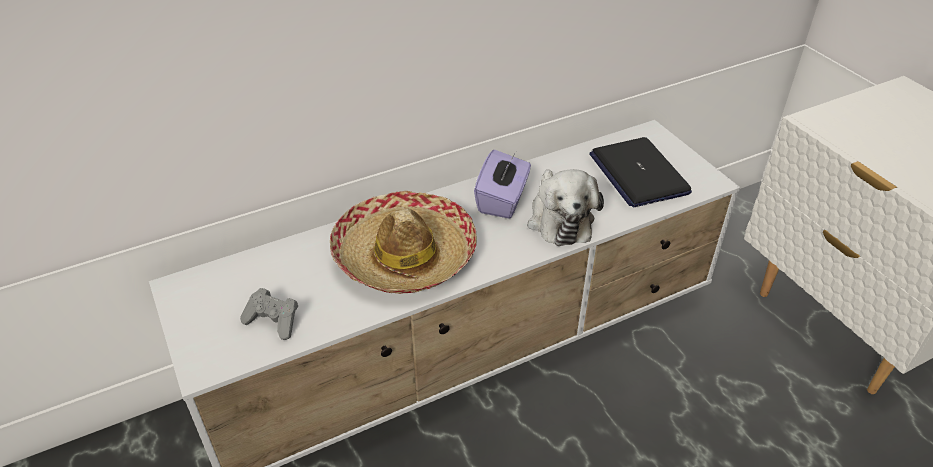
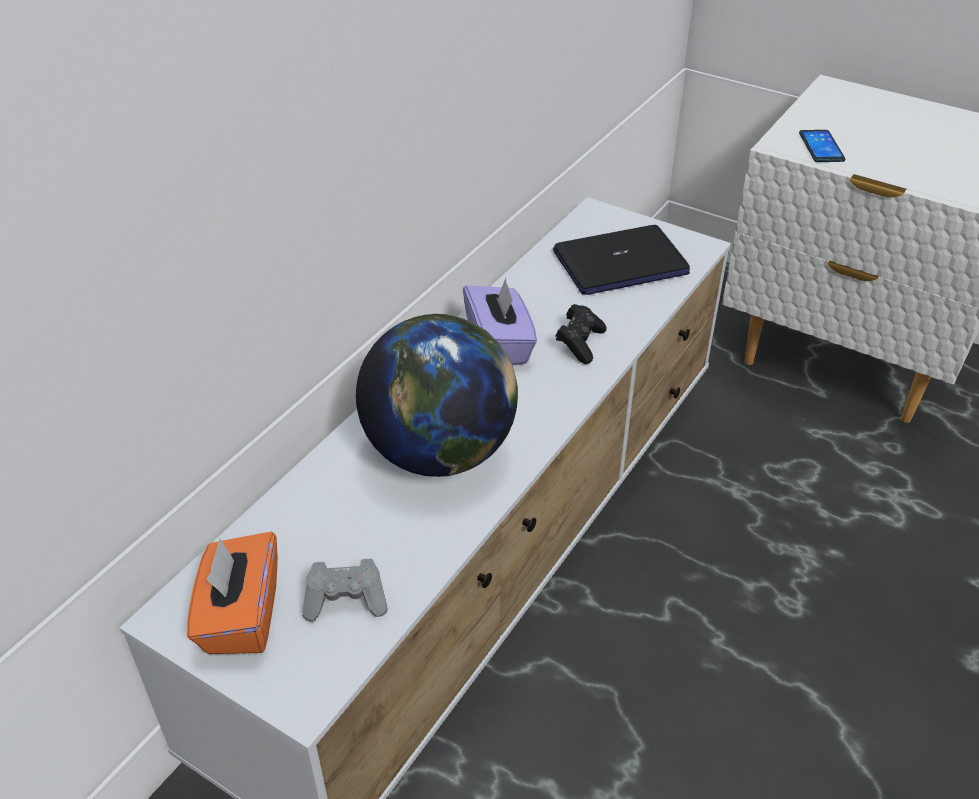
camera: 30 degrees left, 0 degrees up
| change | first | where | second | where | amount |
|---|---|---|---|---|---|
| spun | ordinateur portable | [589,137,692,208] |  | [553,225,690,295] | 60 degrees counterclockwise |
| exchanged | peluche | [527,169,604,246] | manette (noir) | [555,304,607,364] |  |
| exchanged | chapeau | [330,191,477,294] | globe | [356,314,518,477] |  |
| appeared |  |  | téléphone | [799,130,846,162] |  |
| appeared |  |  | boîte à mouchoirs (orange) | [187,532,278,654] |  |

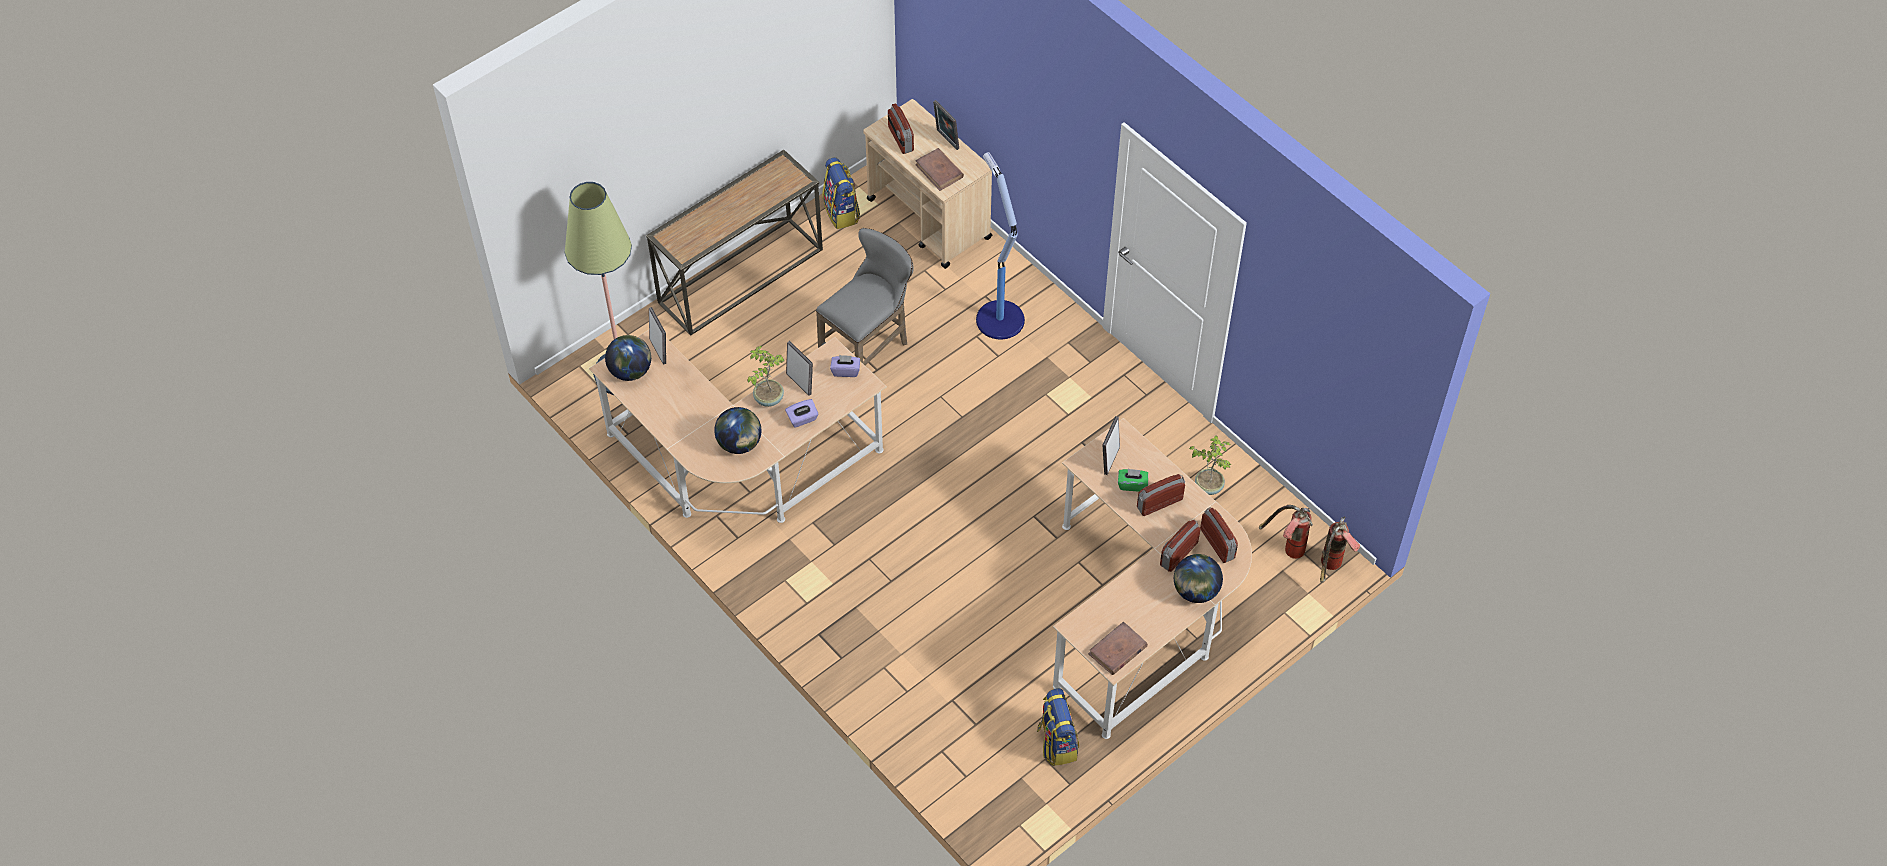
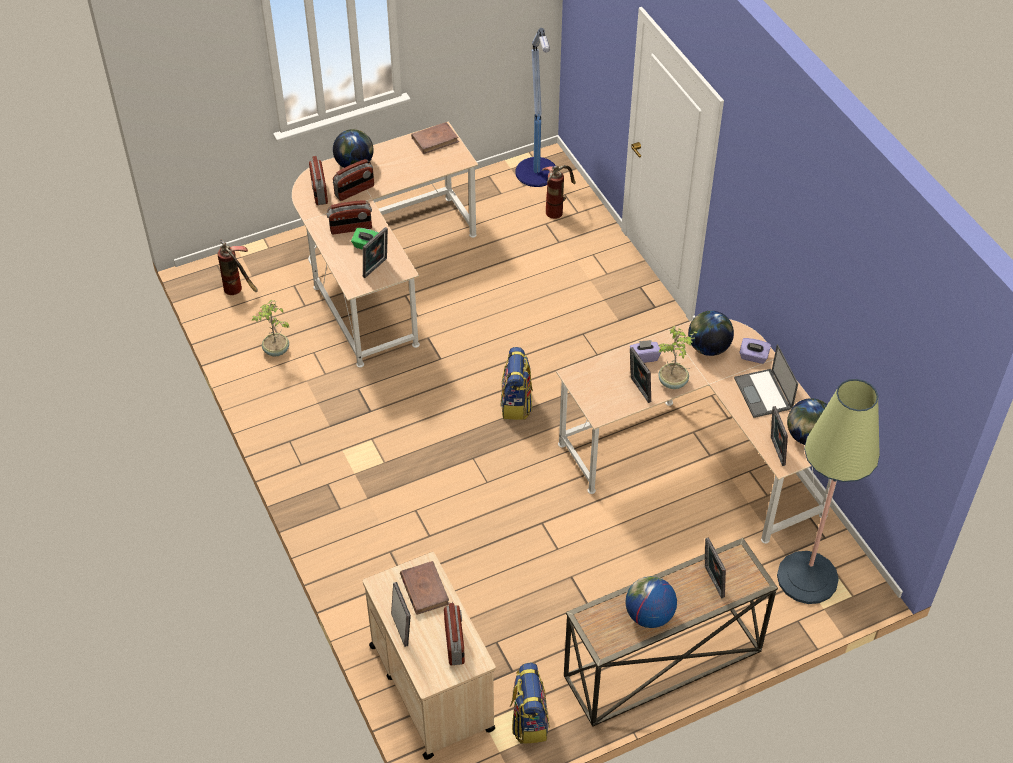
camera: 165 degrees left, 5 degrees down
| change | first | where | second | where | amount |
|---|---|---|---|---|---|
| relocated | lampadaire | [976,152,1025,339] |  | [515,28,556,187] |  |
| missing | tabouret (gris) | [816,228,914,366] |  |  |  |
| relocated | boîte à mouchoirs (violet) | [830,355,860,377] |  | [739,338,771,364] |  |
| relocated | extincteur | [1320,517,1360,583] |  | [542,165,576,219] |  |
| relocated | sac à dos | [1037,688,1079,766] |  | [501,347,533,420] |  |
| appeared |  |  | ordinateur portable | [734,344,798,418] |  |
| appeared |  |  | cadre photo | [705,537,726,598] |  |
| appeared |  |  | globe | [625,576,677,628] |  |

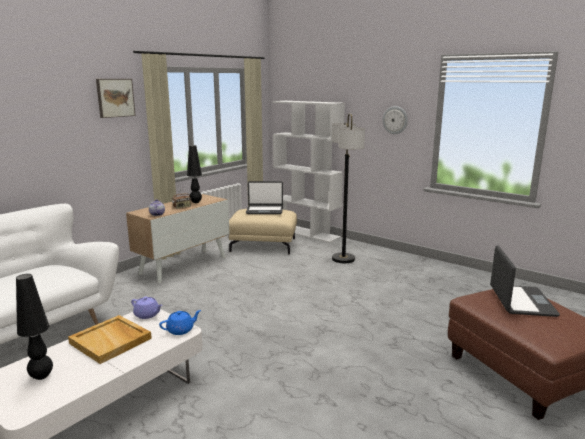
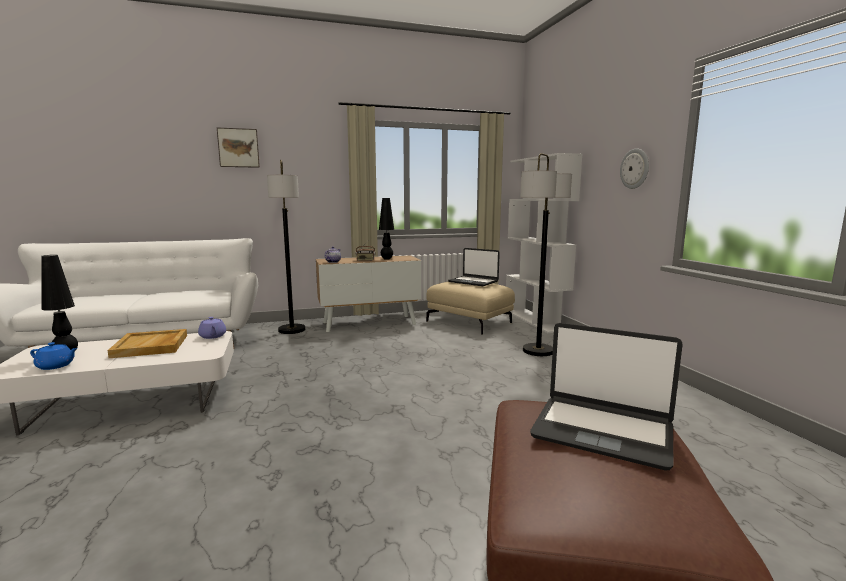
camera: 35 degrees right, 5 degrees down
| change | first | where | second | where | amount |
|---|---|---|---|---|---|
| relocated | tableau | [96,79,136,118] |  | [217,127,260,168] |  |
| spun | ordinateur portable | [490,245,560,317] |  | [530,323,683,470] | 75 degrees clockwise |
| relocated | théière (bleu) | [159,310,201,335] |  | [30,342,78,370] |  |
| appeared |  |  | lampadaire | [267,160,305,334] |  |

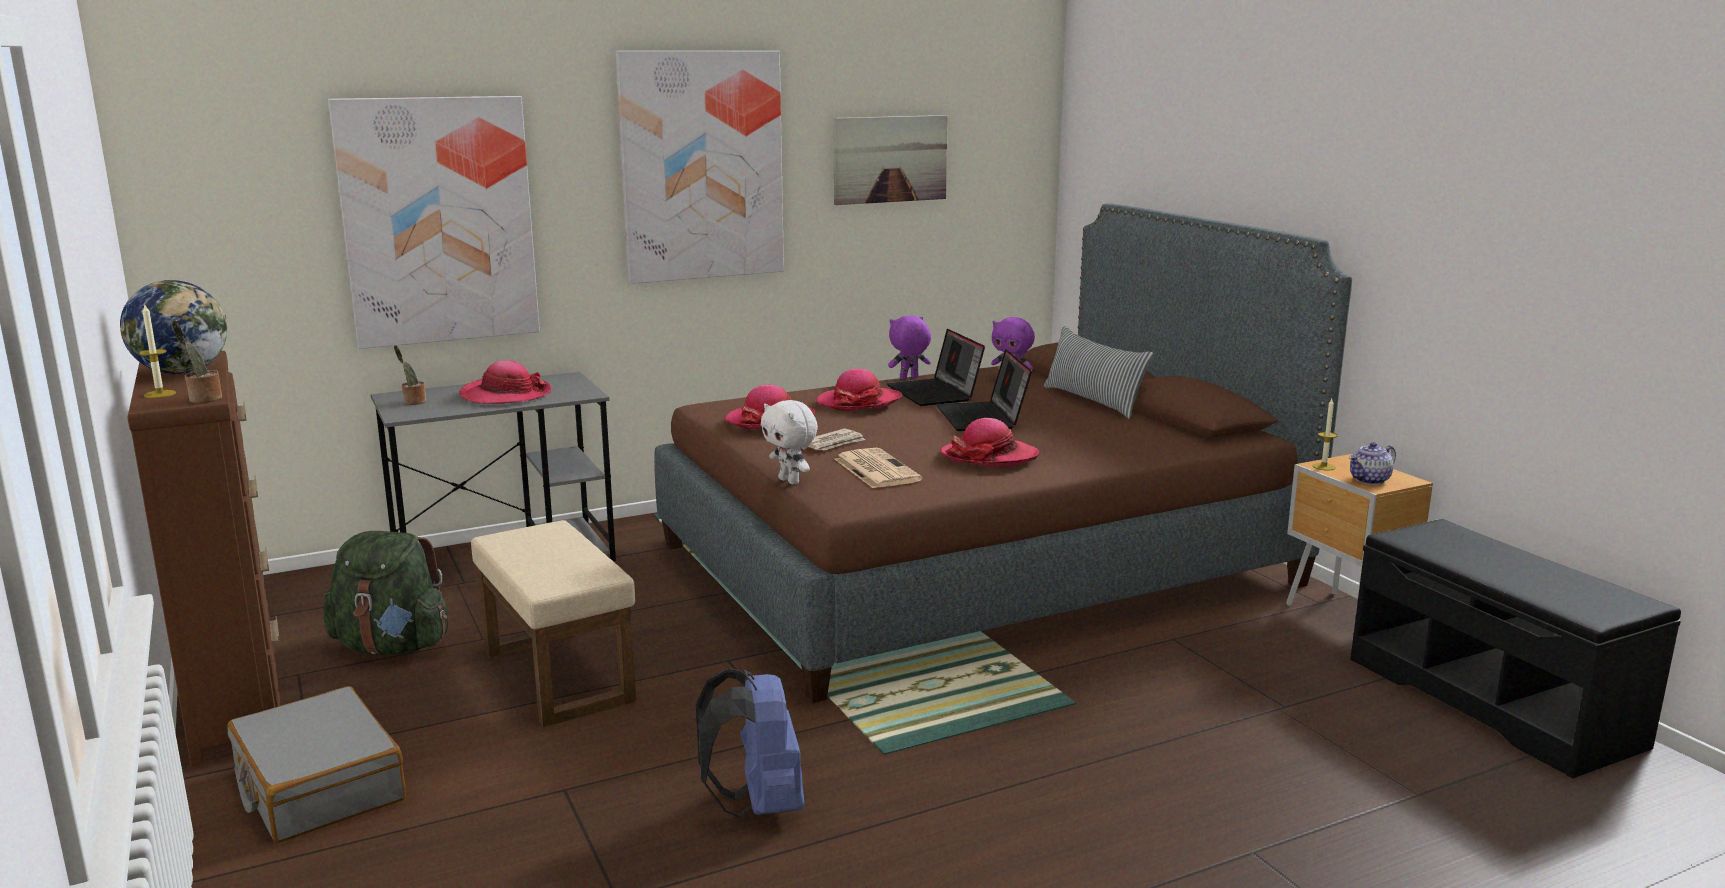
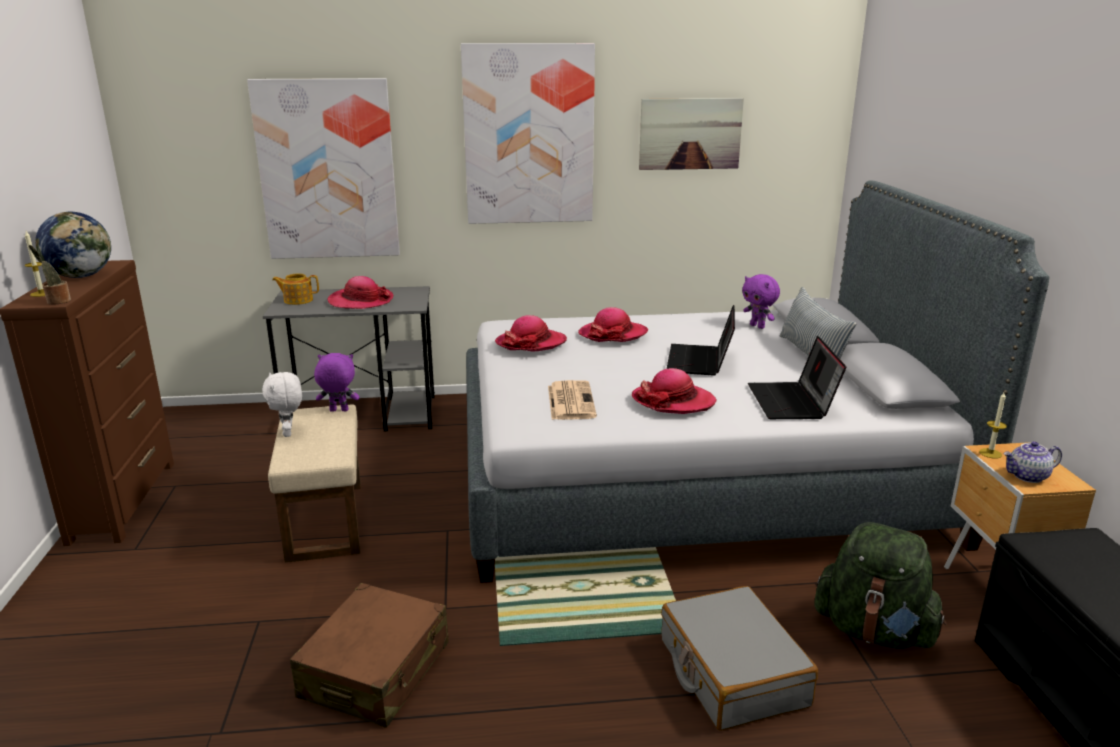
camera: 20 degrees right, 5 degrees up
| change | first | where | second | where | amount |
|---|---|---|---|---|---|
| colour | lit (marron) | [654,203,1352,703] | lit (gris) | [466,180,1049,583] |  |
| relocated | peluche (violet) | [888,315,931,379] |  | [314,353,359,412] |  |
| relocated | ordinateur portable | [887,329,985,406] |  | [748,336,846,419] |  |
| exchanged | plante en pot | [394,345,426,405] | théière | [272,274,319,305] |  |
| relocated | peluche (blanc) | [761,400,818,485] |  | [262,372,302,437] |  |
| missing | journal | [808,429,865,451] |  |  |  |
| relocated | sac à dos (vert) | [323,531,449,655] |  | [815,522,947,649] |  |
| exchanged | sac à dos (bleu) | [696,669,804,818] | valise (marron) | [290,583,449,728] |  |
| relocated | valise (gris) | [227,686,406,843] |  | [661,586,818,731] |  |

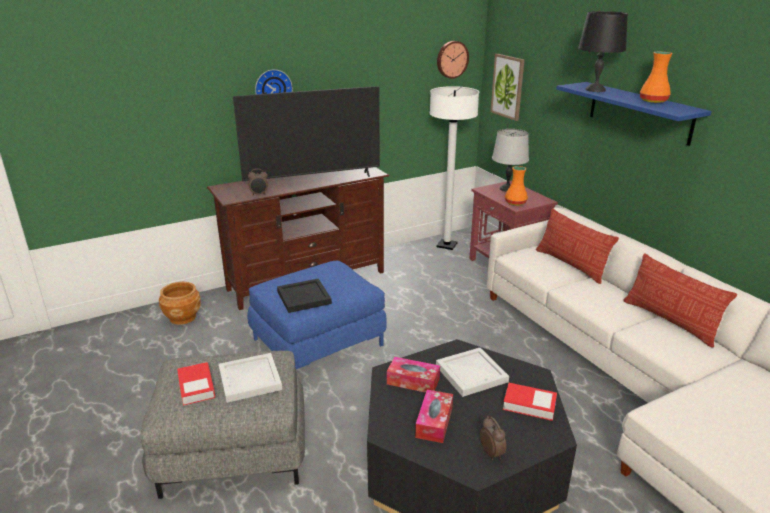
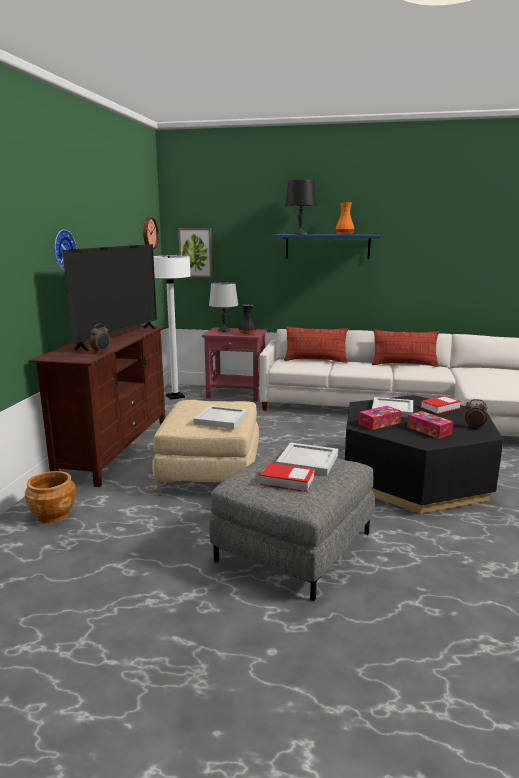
camera: 50 degrees left, 10 degrees down
| change | first | where | second | where | amount |
|---|---|---|---|---|---|
| colour | vase (orange) | [505,166,528,206] | vase (noir) | [239,305,257,335] |  |
| colour | pouf (bleu) | [247,261,387,369] | pouf (beige) | [152,400,259,495] |  |
| colour | plateau (noir) | [277,279,332,313] | plateau (blanc) | [193,405,248,429] |  |

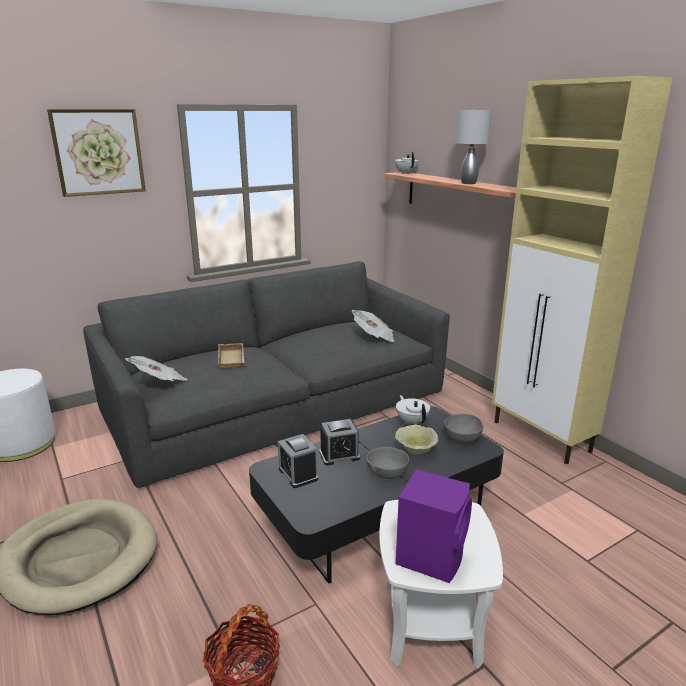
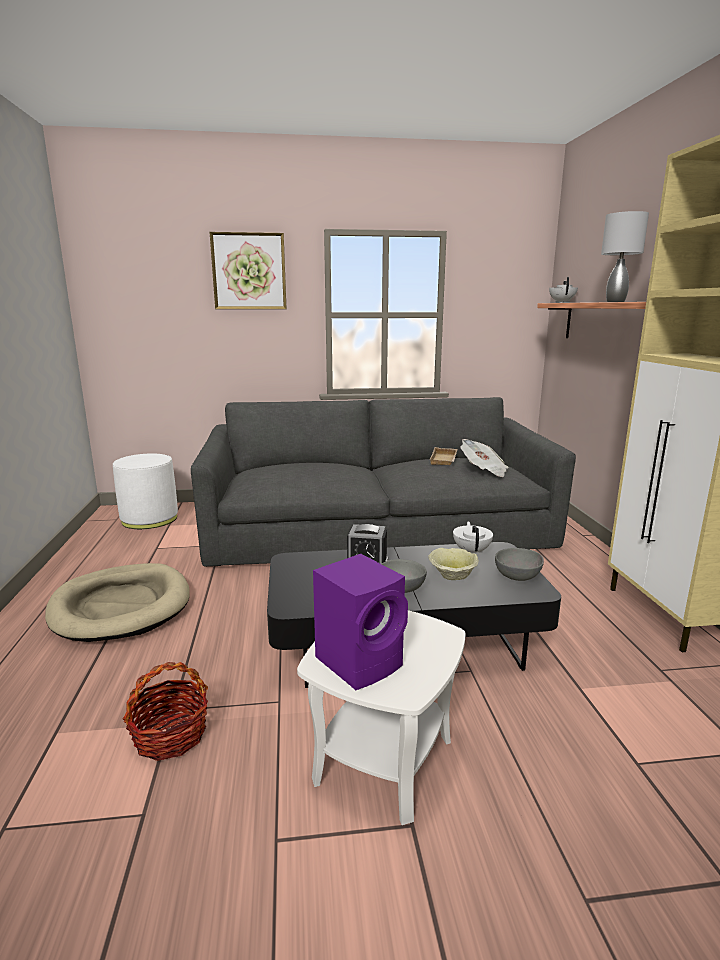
camera: 25 degrees right, 5 degrees down
| change | first | where | second | where | amount |
|---|---|---|---|---|---|
| relocated | plateau (beige) | [218,343,244,369] |  | [430,447,457,465] |  |
| missing | journal | [125,356,188,381] |  |  |  |
| missing | réveil | [278,434,318,488] |  |  |  |

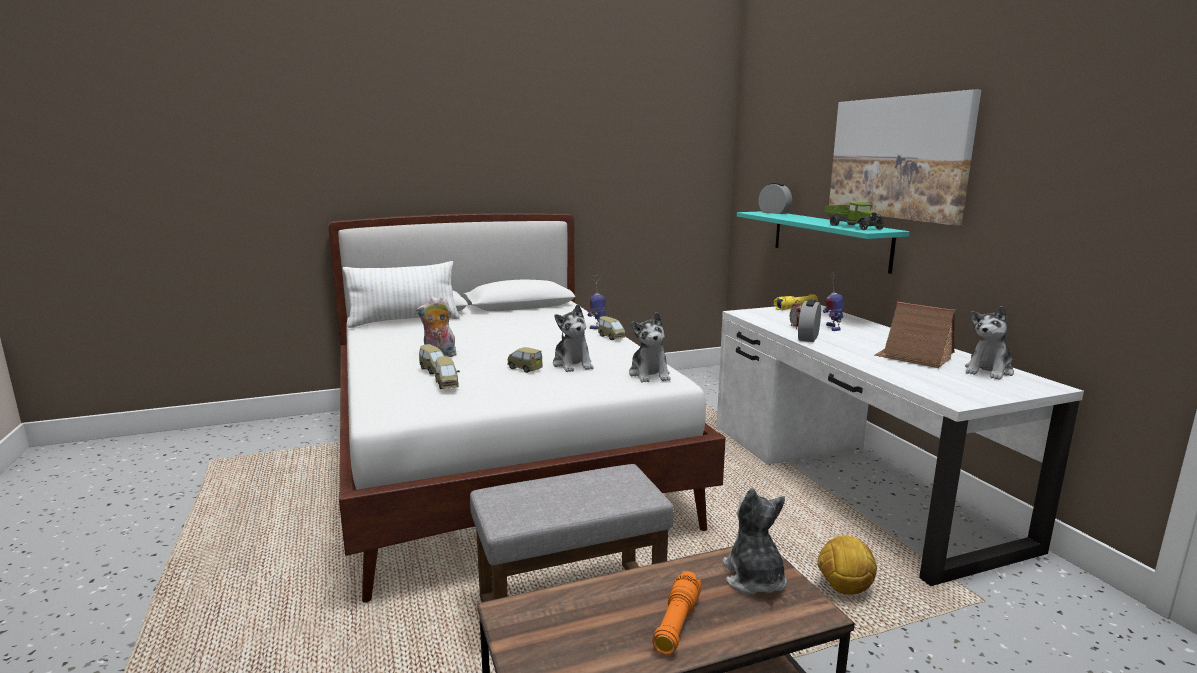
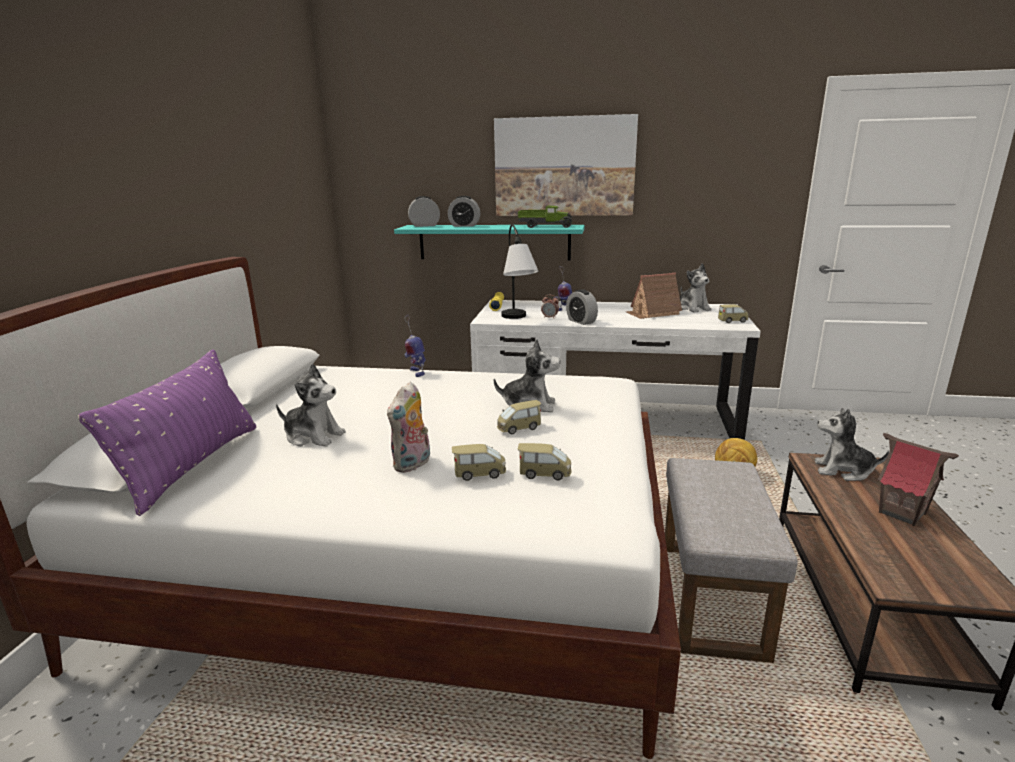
camera: 60 degrees left, 5 degrees up
| change | first | where | second | where | amount |
|---|---|---|---|---|---|
| colour | coussin (blanc) | [343,261,460,328] | coussin (violet) | [78,349,256,516] |  |
| relocated | peluche | [629,312,670,383] |  | [276,364,346,447] |  |
| relocated | petite voiture | [598,316,625,340] |  | [718,304,749,323] |  |
| exchanged | lampe de poche (orange) | [653,571,702,655] | maison miniature | [877,433,959,526] |  |
| appeared |  |  | réveil | [448,196,480,227] |  |
| appeared |  |  | lampe de table | [501,224,538,319] |  |

